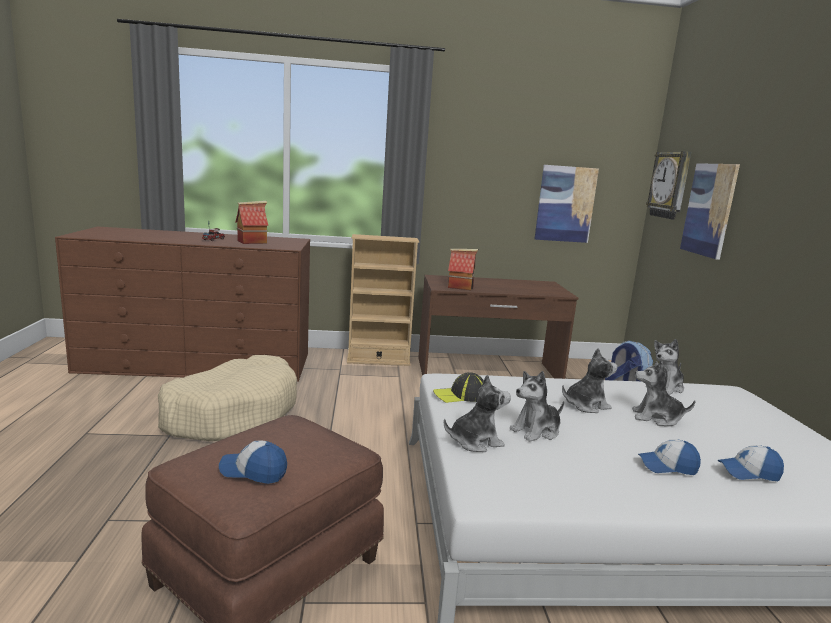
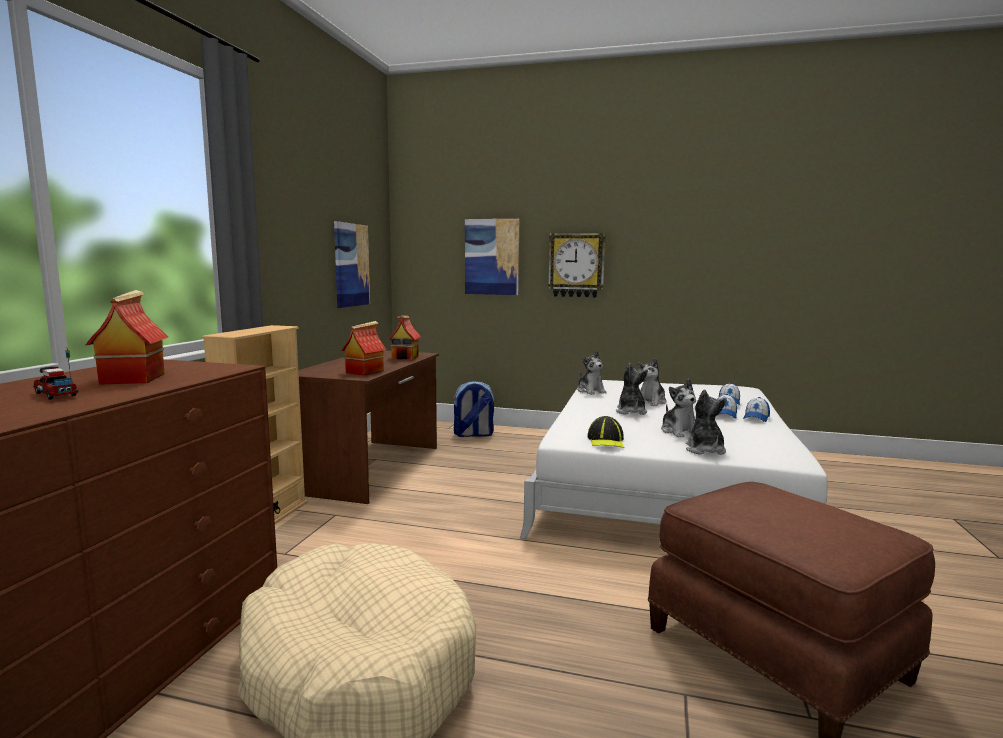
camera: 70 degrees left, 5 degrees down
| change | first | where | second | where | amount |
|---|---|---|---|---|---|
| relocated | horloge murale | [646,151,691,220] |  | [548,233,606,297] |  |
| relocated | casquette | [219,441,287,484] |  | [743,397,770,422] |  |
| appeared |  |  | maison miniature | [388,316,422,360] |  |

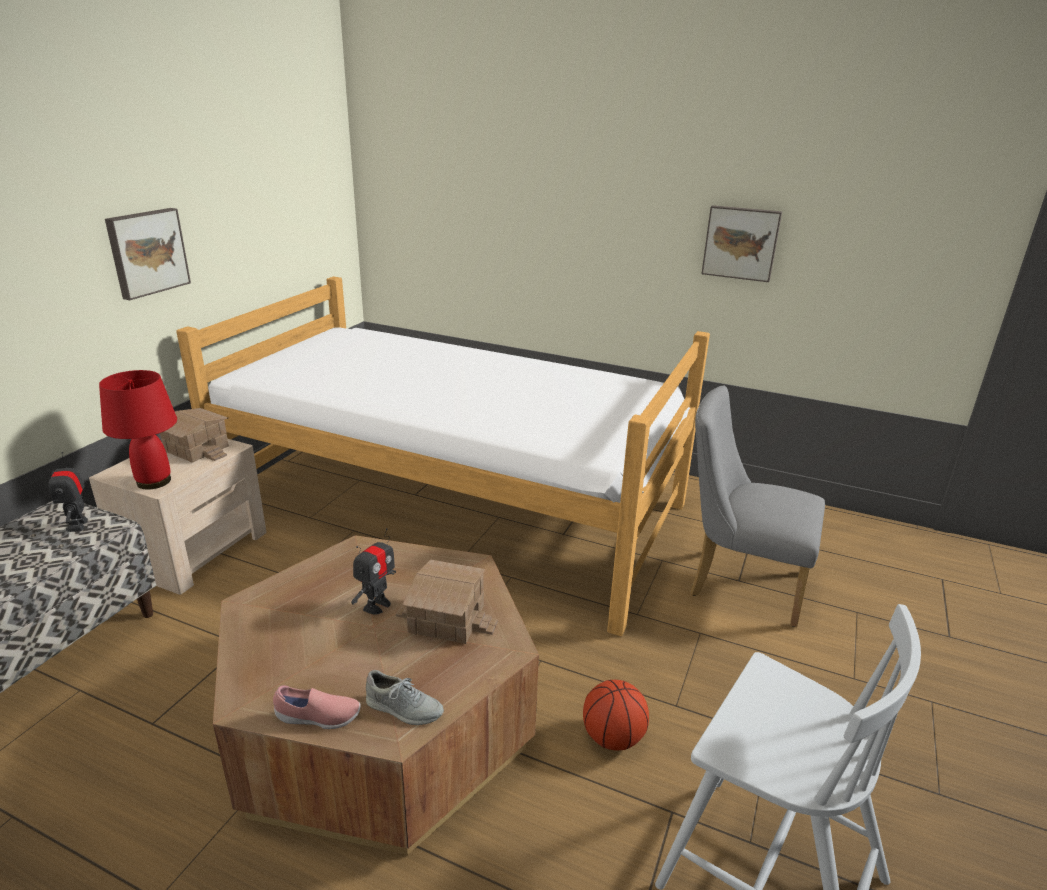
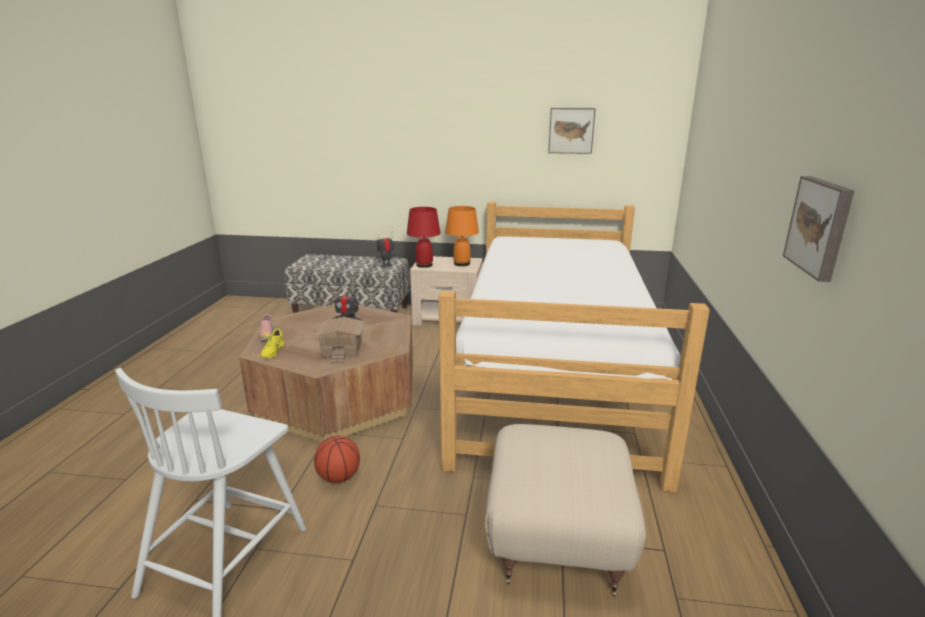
camera: 75 degrees right, 5 degrees down
| change | first | where | second | where | amount |
|---|---|---|---|---|---|
| relocated | tableau | [105,208,191,300] |  | [548,108,596,154] |  |
| exchanged | chaise (gris) | [690,386,825,627] | pouf (beige) | [485,424,646,597] |  |
| exchanged | maison miniature | [160,408,229,463] | lampe de table (orange) | [445,206,479,266] |  |
| colour | chaussure (gris) | [366,670,444,725] | chaussure (jaune) | [260,329,284,358] |  |

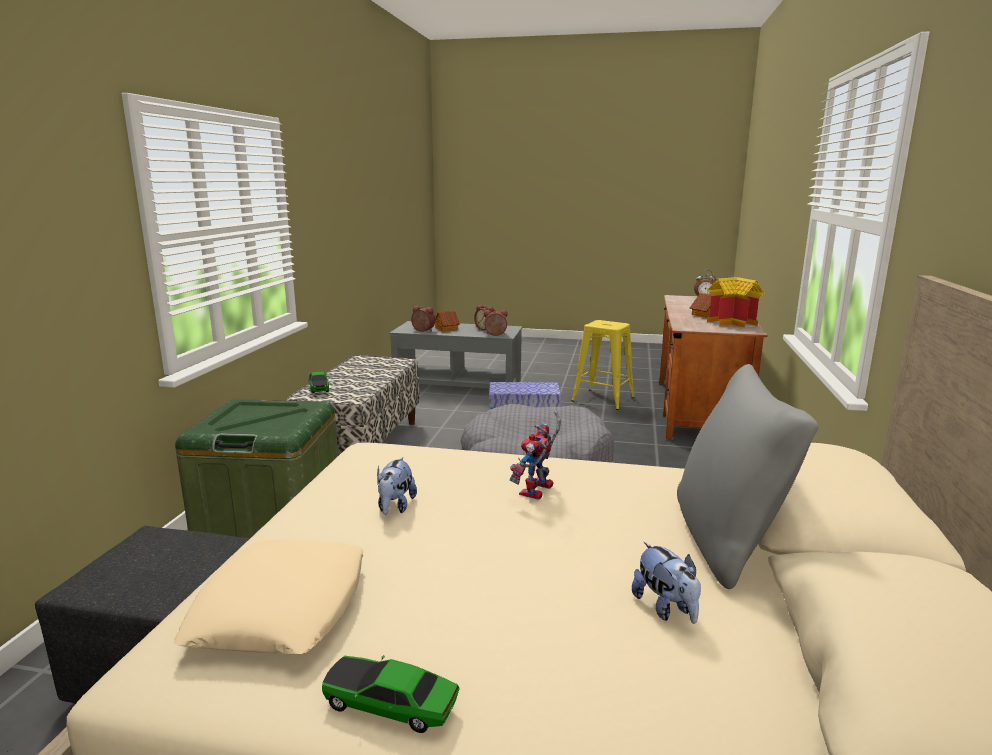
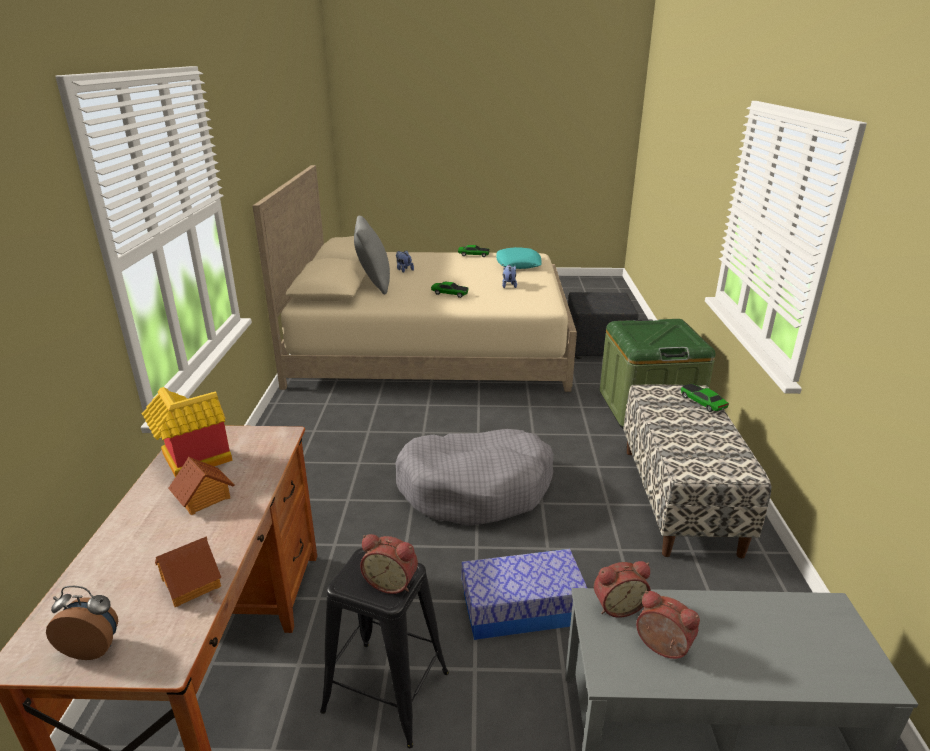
camera: 170 degrees right, 10 degrees up
| change | first | where | second | where | amount |
|---|---|---|---|---|---|
| relocated | réveil | [411,306,435,332] |  | [360,534,418,594] |  |
| relocated | maison miniature | [435,310,460,332] |  | [155,536,221,607] |  |
| colour | tabouret (jaune) | [571,320,635,410] | tabouret (noir) | [320,548,449,748] |  |
| exchanged | robot jouet | [510,411,561,500] | petite voiture | [431,282,469,298] |  |
| colour | coussin (beige) | [174,539,364,654] | coussin (turquoise) | [496,247,542,269] |  |

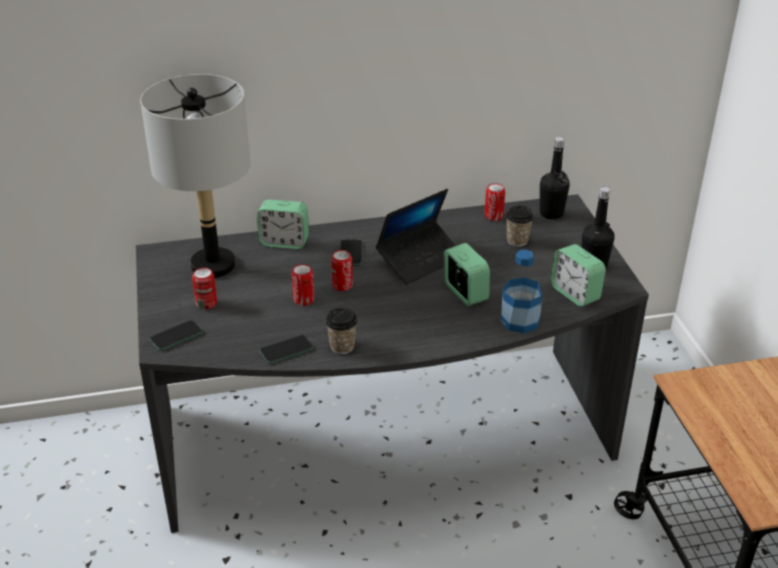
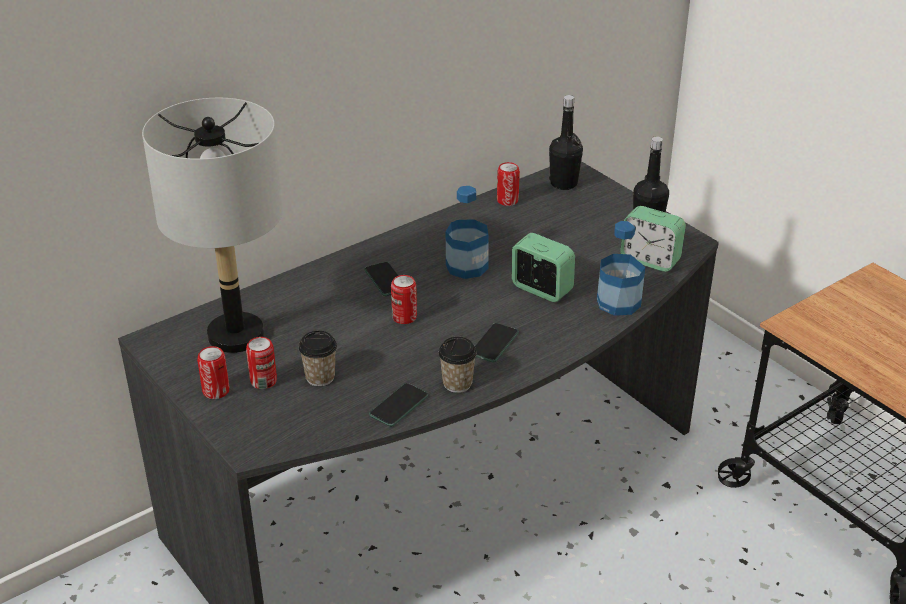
camera: 25 degrees left, 0 degrees up
| change | first | where | second | where | amount |
|---|---|---|---|---|---|
| exchanged | ordinateur portable | [376,189,456,284] | bouteille | [446,186,489,279] |  |
| missing | réveil | [257,199,309,249] |  |  |  |
| relocated | tasse | [506,205,534,247] |  | [299,331,337,386] |  |
| relocated | boîte métallique | [291,264,314,306] |  | [197,346,229,399] |  |
| relocated | téléphone | [149,320,203,351] |  | [475,323,519,362] |  |

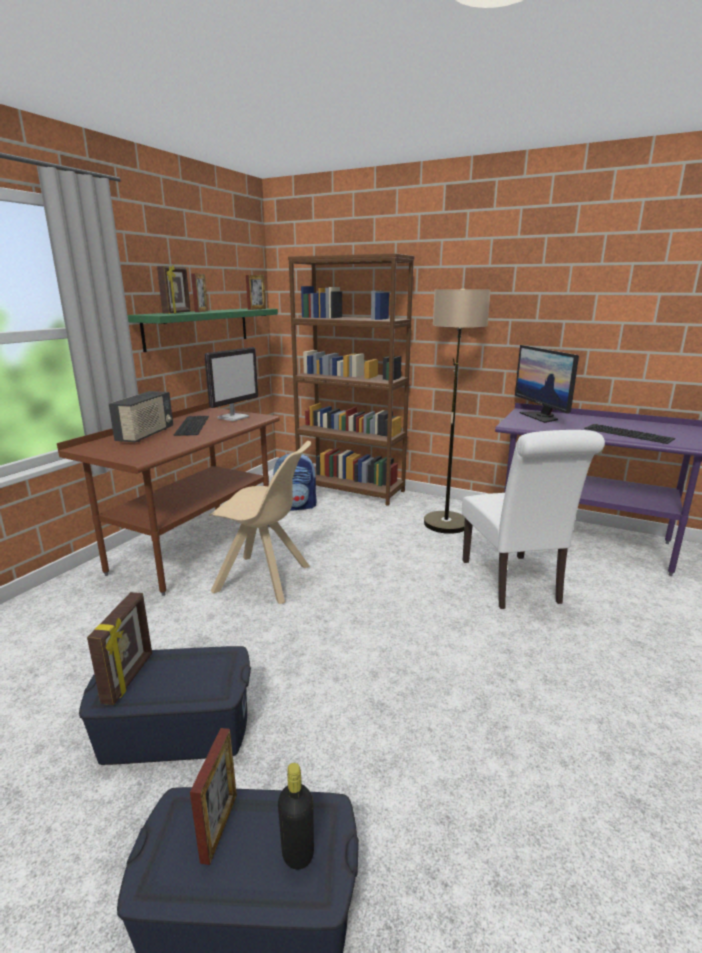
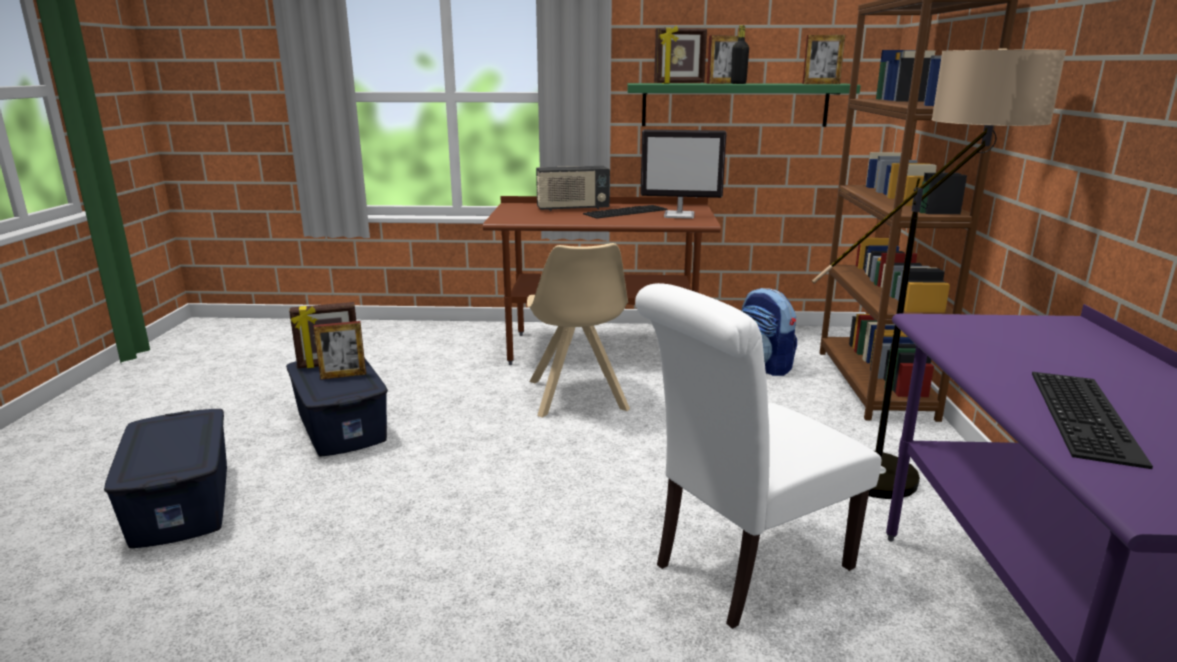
camera: 65 degrees right, 0 degrees up
| change | first | where | second | where | amount |
|---|---|---|---|---|---|
| missing | écran d'ordinateur | [515,345,579,423] |  |  |  |
| relocated | cadre photo | [190,728,237,865] |  | [314,321,366,379] |  |
| relocated | bouteille (noir) | [278,763,314,869] |  | [731,25,749,84] |  |

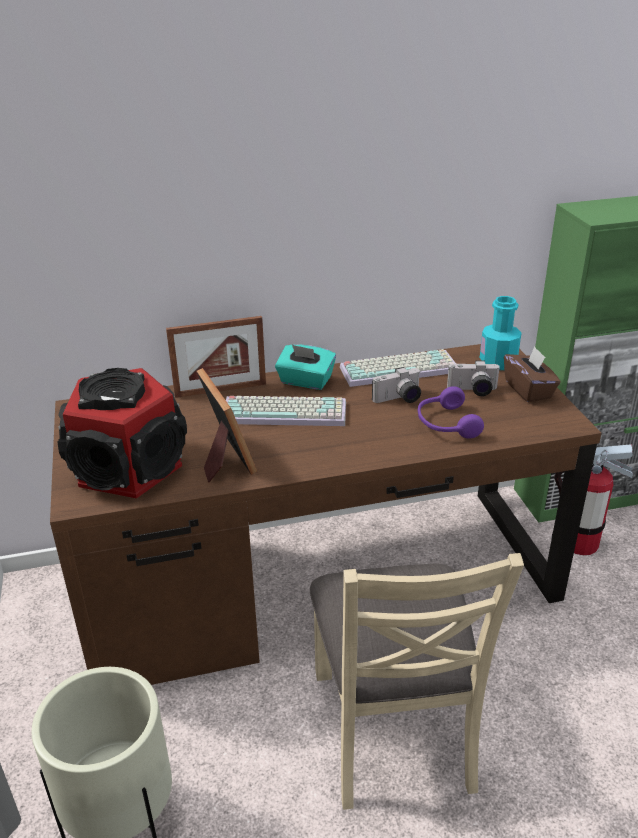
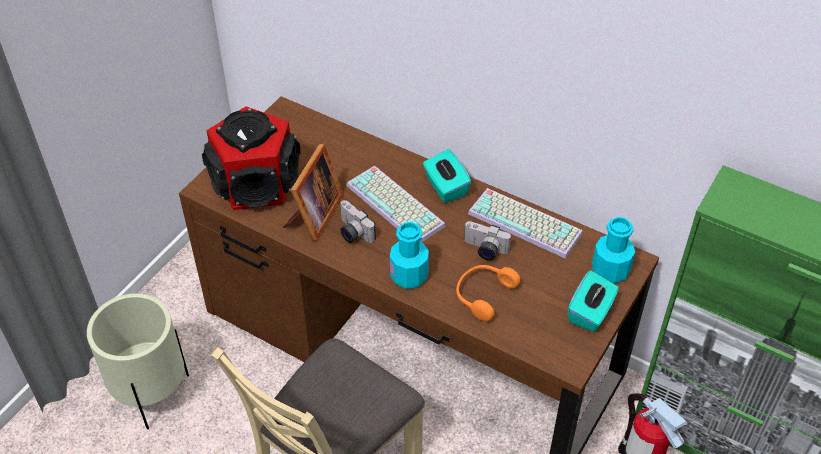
camera: 45 degrees right, 15 degrees up
| change | first | where | second | where | amount |
|---|---|---|---|---|---|
| missing | cadre photo | [166,316,266,398] |  |  |  |
| colour | boîte à mouchoirs (marron) | [504,346,561,403] | boîte à mouchoirs (turquoise) | [568,270,619,332] |  |
| relocated | appareil photo | [447,360,501,396] |  | [340,200,376,243] |  |
| colour | casque audio (violet) | [418,386,484,439] | casque audio (orange) | [456,265,521,322] |  |
| appeared |  |  | bouteille (turquoise) | [390,222,429,289] |  |

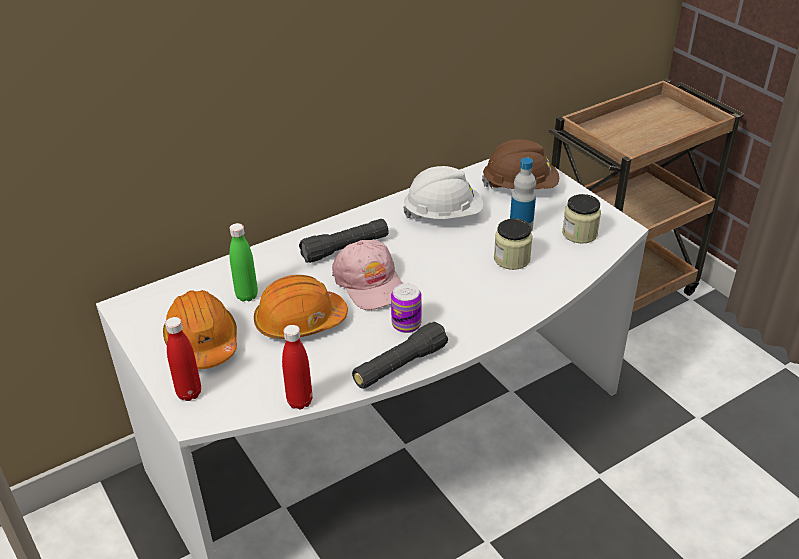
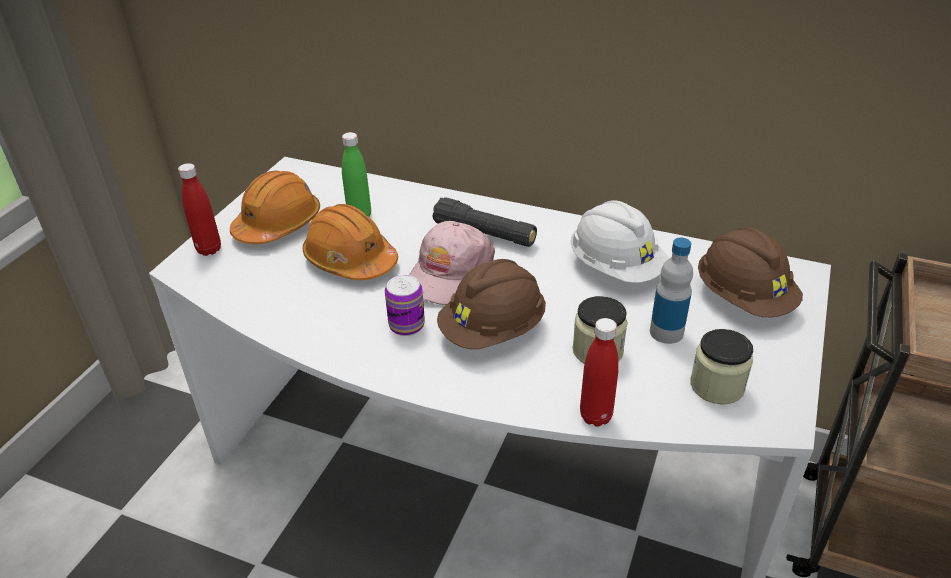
camera: 55 degrees right, 0 degrees up
| change | first | where | second | where | amount |
|---|---|---|---|---|---|
| missing | lampe de poche (noir) | [352,322,448,388] |  |  |  |
| relocated | bouteille (rouge) | [282,325,313,409] |  | [580,318,619,427] |  |
| appeared |  |  | casque de chantier (marron) | [437,259,546,349] |  |

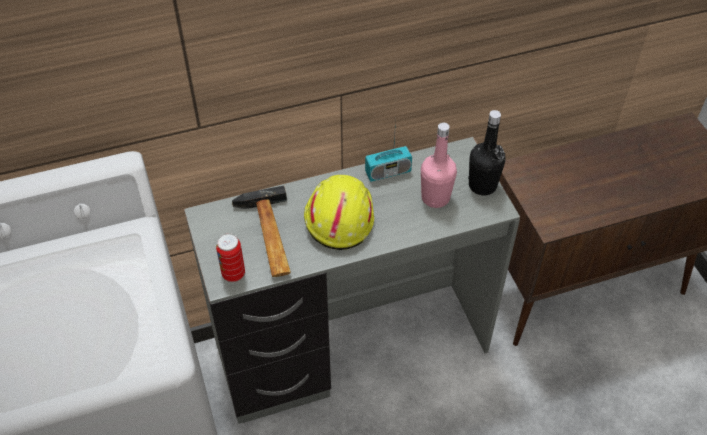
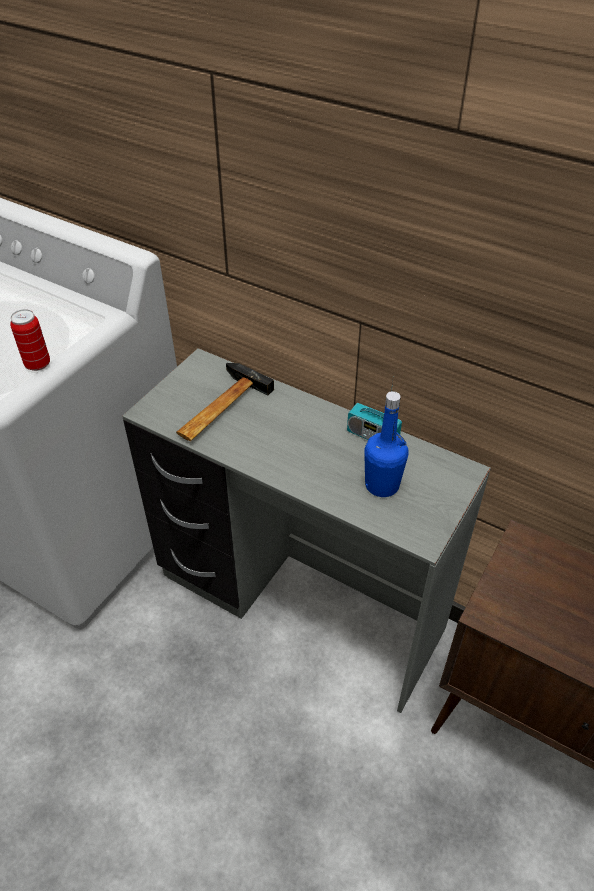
camera: 50 degrees right, 5 degrees down
| change | first | where | second | where | amount |
|---|---|---|---|---|---|
| missing | bouteille (noir) | [468,110,506,195] |  |  |  |
| colour | bouteille (rose) | [421,122,457,208] | bouteille (bleu) | [364,391,409,497] |  |
| missing | casque de chantier (jaune) | [304,175,374,250] |  |  |  |
| relocated | boîte métallique | [216,233,245,282] |  | [10,309,50,371] |  |

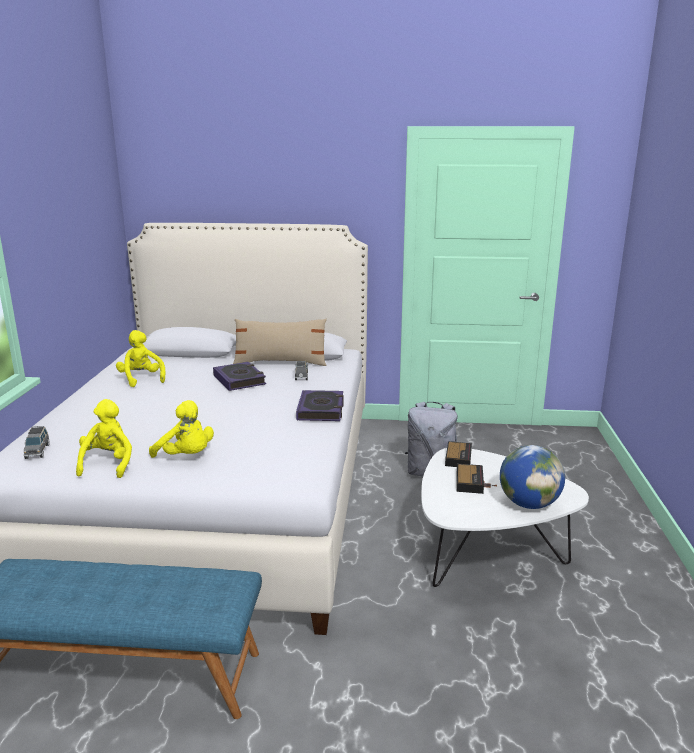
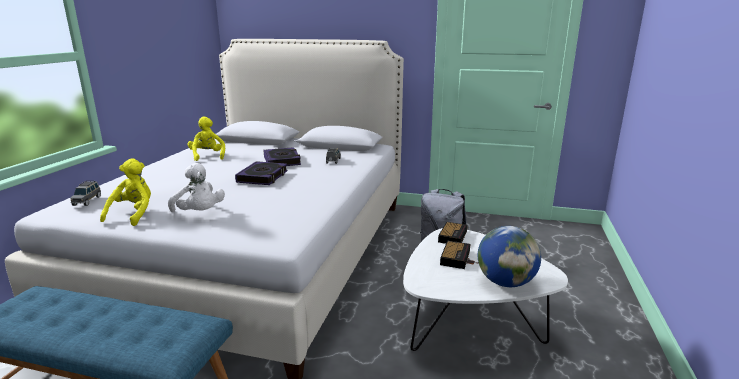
camera: 10 degrees right, 0 degrees up
| change | first | where | second | where | amount |
|---|---|---|---|---|---|
| missing | coussin (beige) | [233,319,327,366] |  |  |  |
| relocated | livre | [296,390,343,421] |  | [235,161,288,185] |  |
| colour | peluche (jaune) | [149,400,214,458] | peluche (blanc) | [168,163,225,212] |  |

